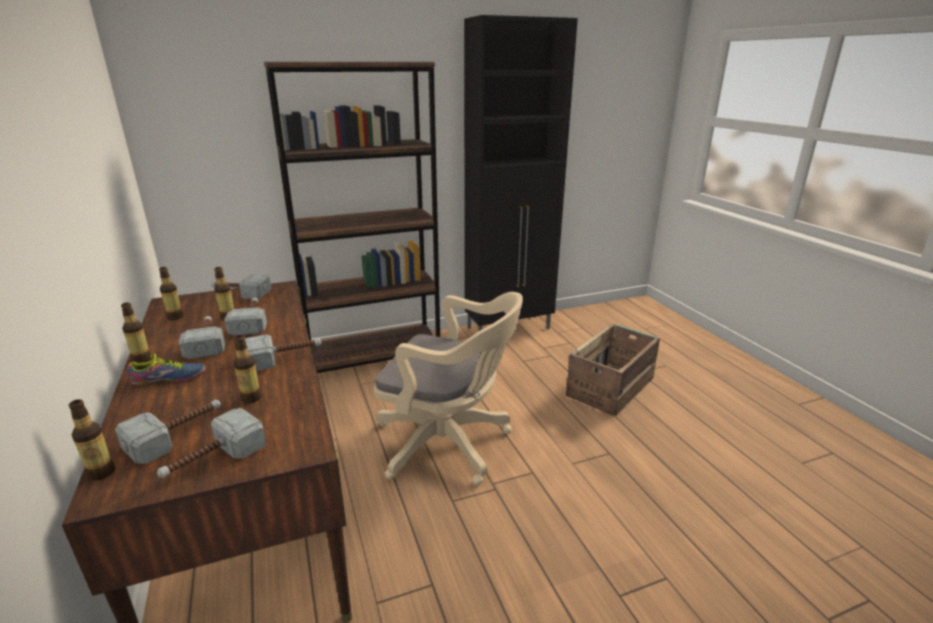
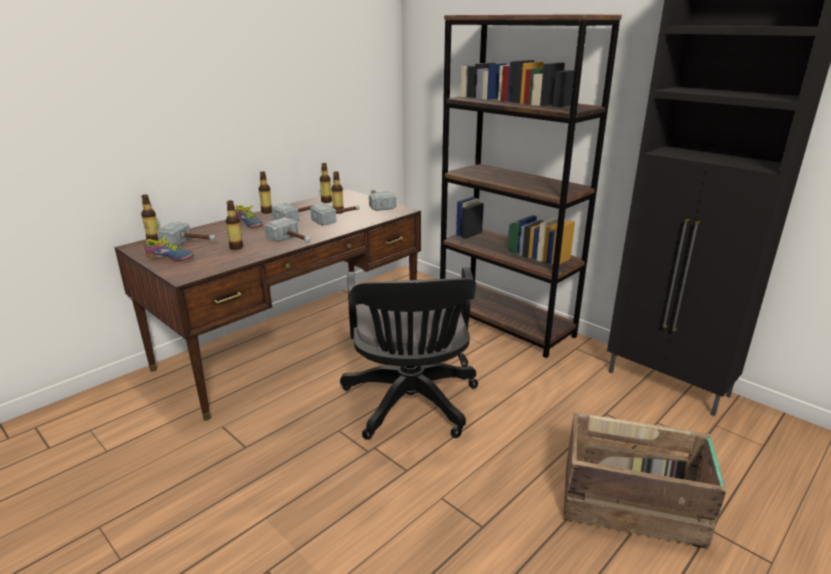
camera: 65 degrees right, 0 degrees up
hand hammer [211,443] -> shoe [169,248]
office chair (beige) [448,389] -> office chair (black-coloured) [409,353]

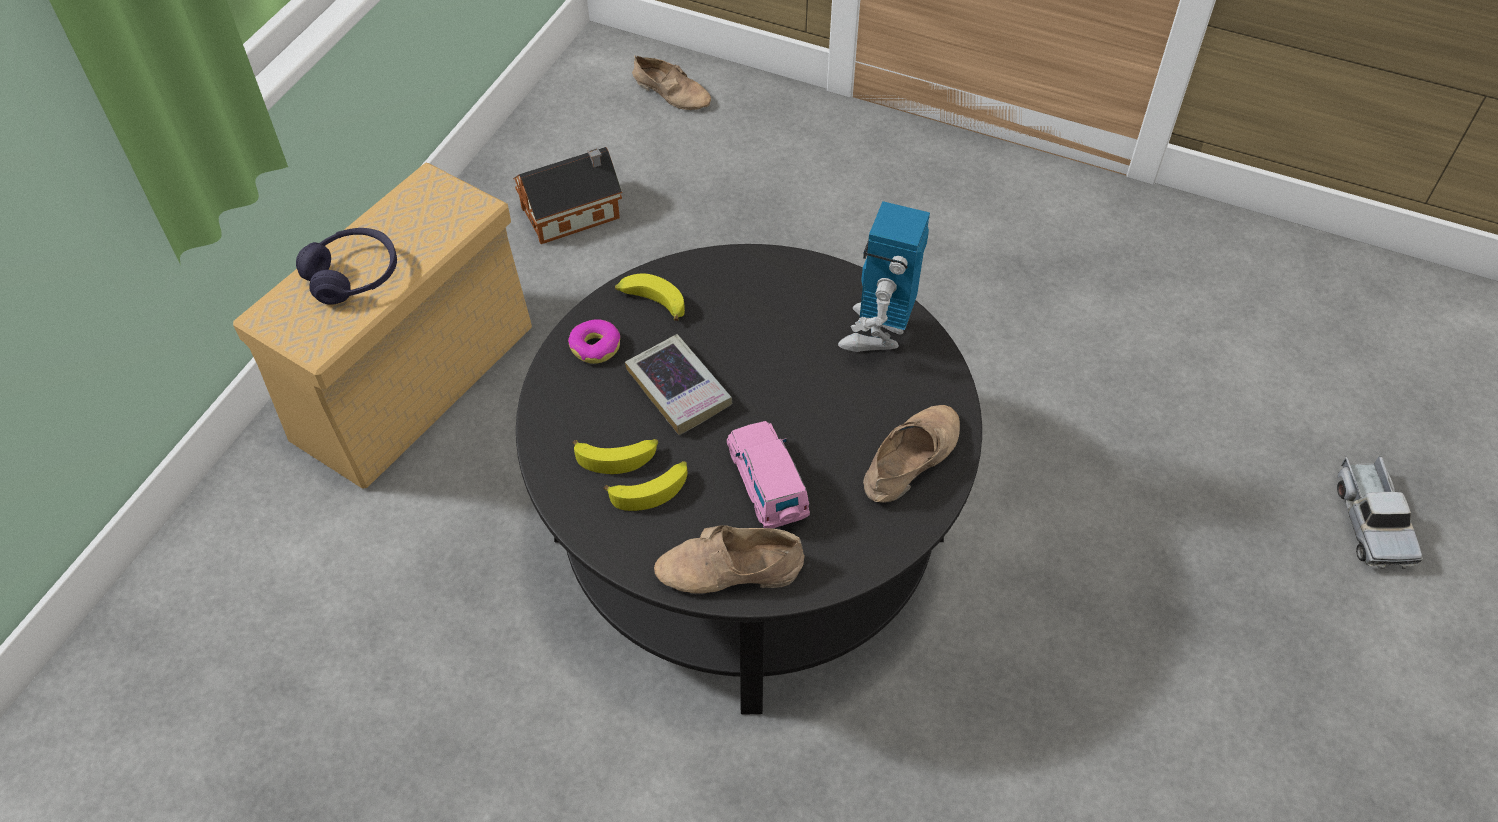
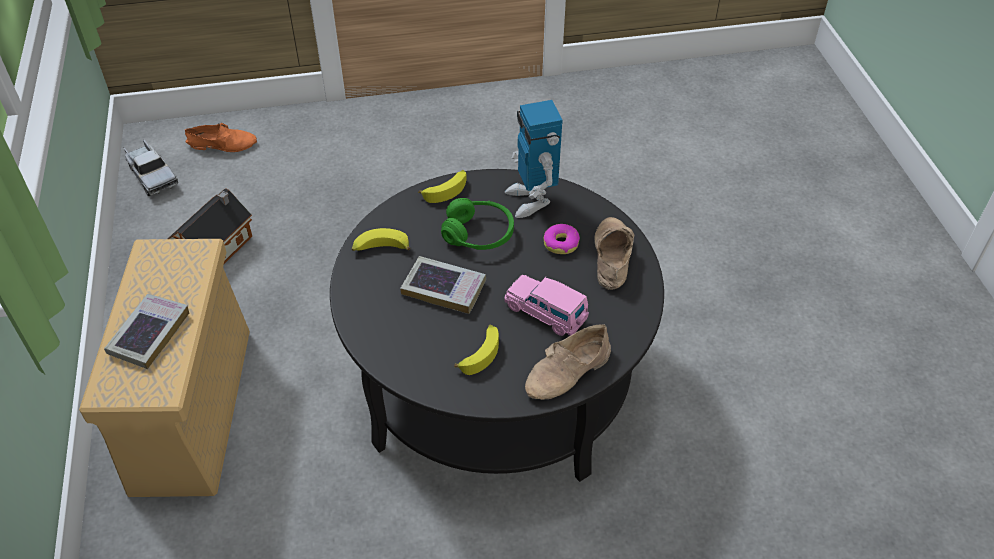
camera: 35 degrees left, 5 degrees down
pair of headphones (purple) [346,266] -> book [146,331]
doughnut [594,342] -> doughnut [562,239], move
whole banana [615,456] -> whole banana [442,186], move
shoe (beige) [671,83] -> shoe (orangey) [221,137]
model truck [1380,512] -> model truck [150,167], move
none -> pair of headphones (green) [477,224]

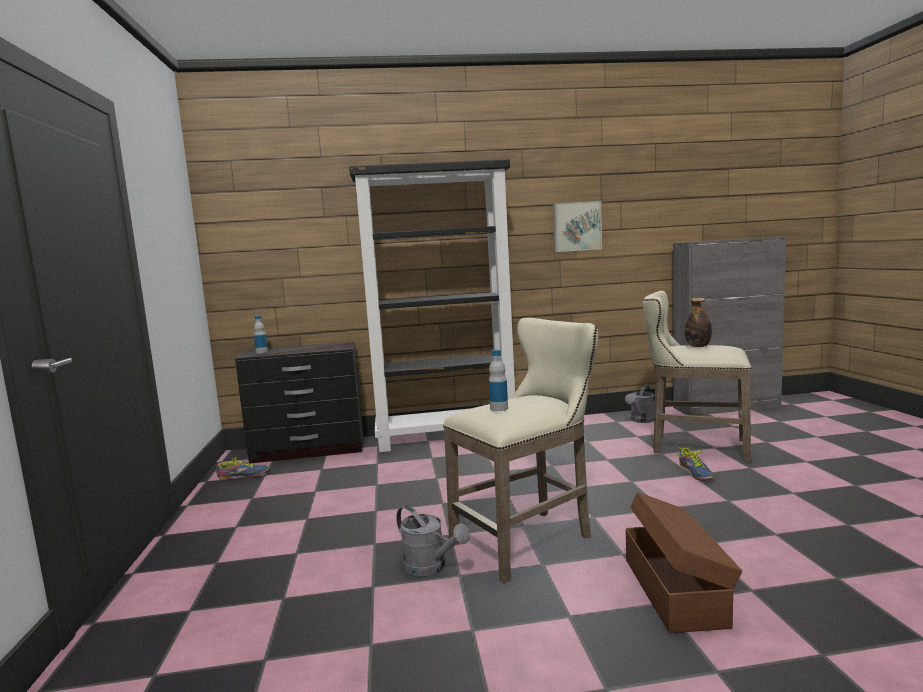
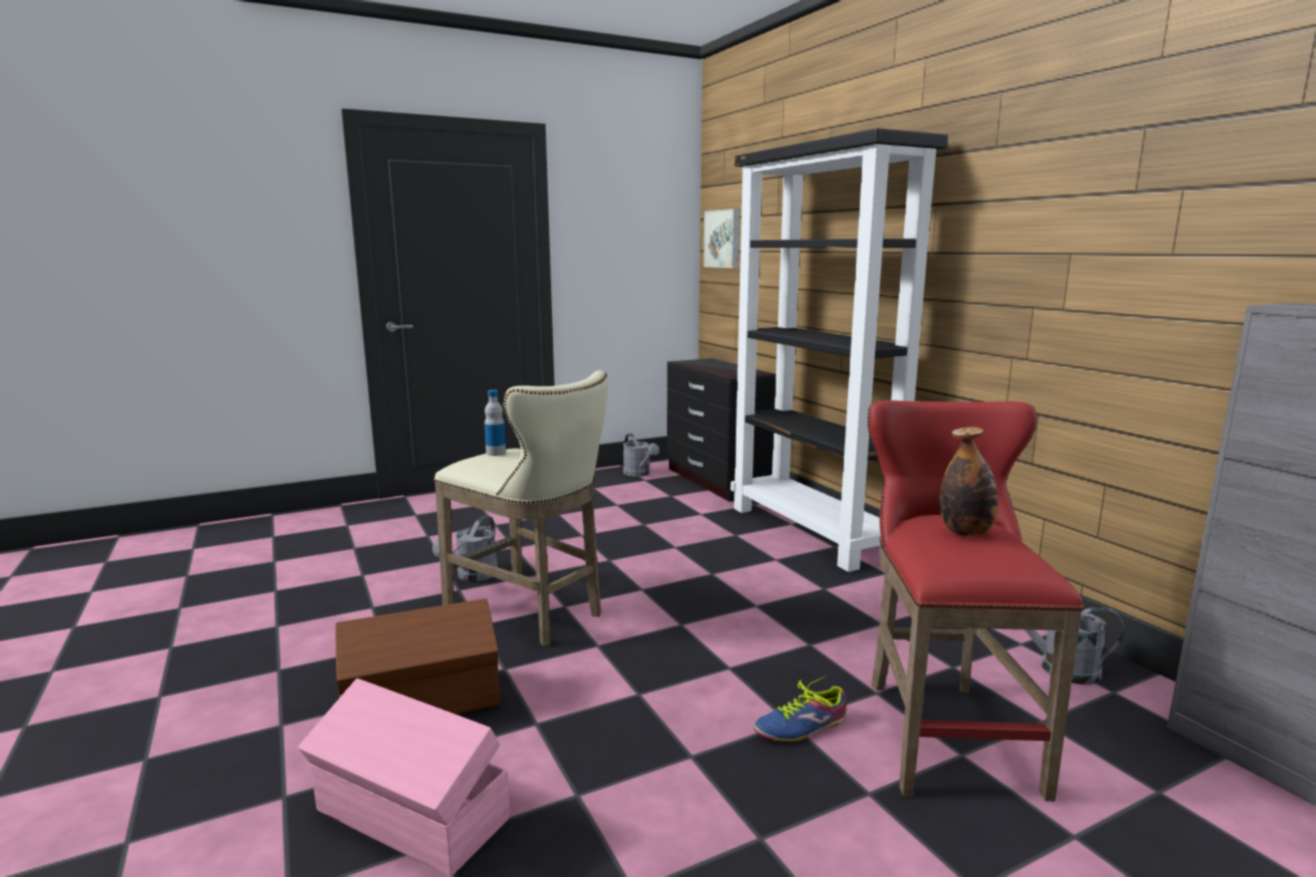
camera: 70 degrees right, 5 degrees up
shoe [242,468] -> sprinkling can (gray) [641,455]
beverage bottle [261,334] -> none
wall art [577,226] -> wall art [721,238], move
sitting stool (beige) [697,376] -> sitting stool (red-coloured) [976,600]
none -> storage bin (pinkish) [403,777]

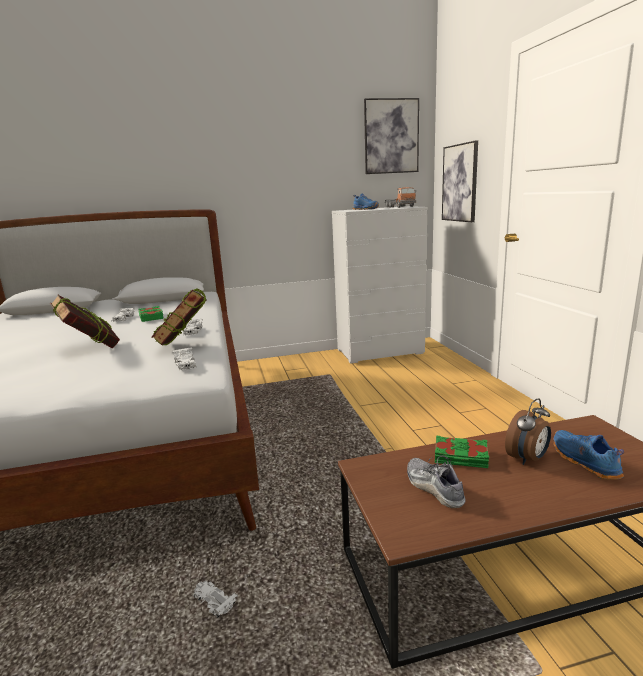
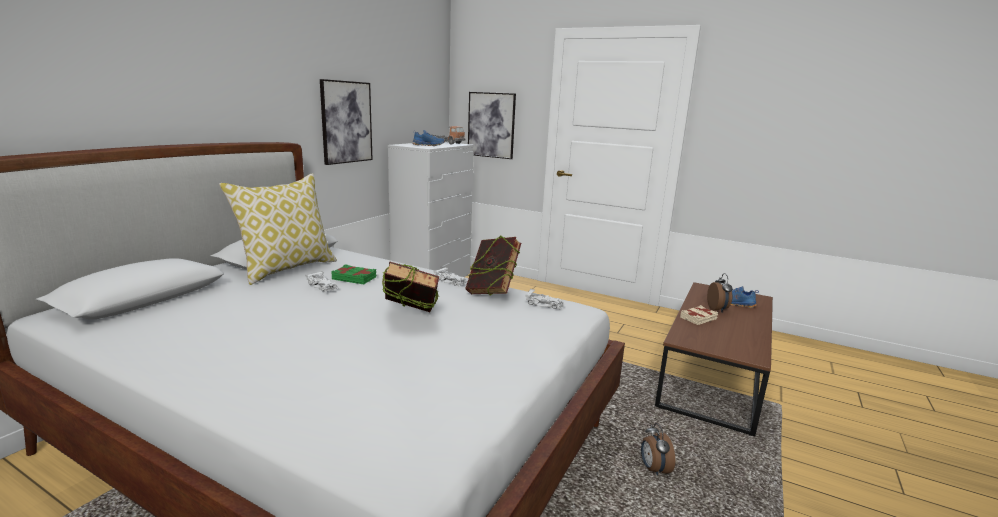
camera: 50 degrees left, 0 degrees up
toy car (white-coloured) [214,599] -> alarm clock [658,449]
wall art [391,136] -> wall art [346,122], move
shoe [436,481] -> none
book (green) [462,452] -> book (beige) [699,315]
none -> pillow [278,229]

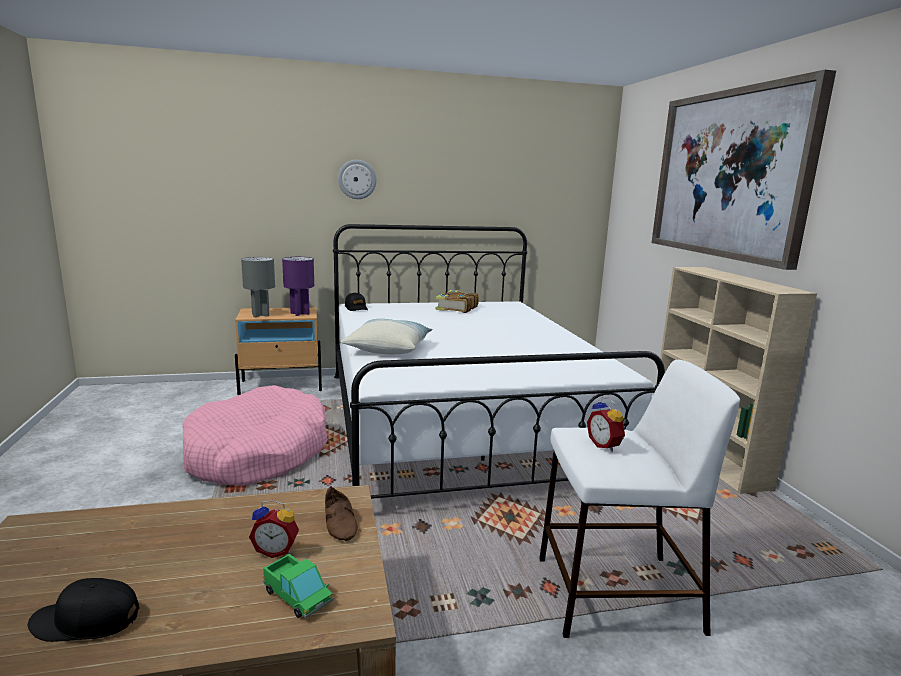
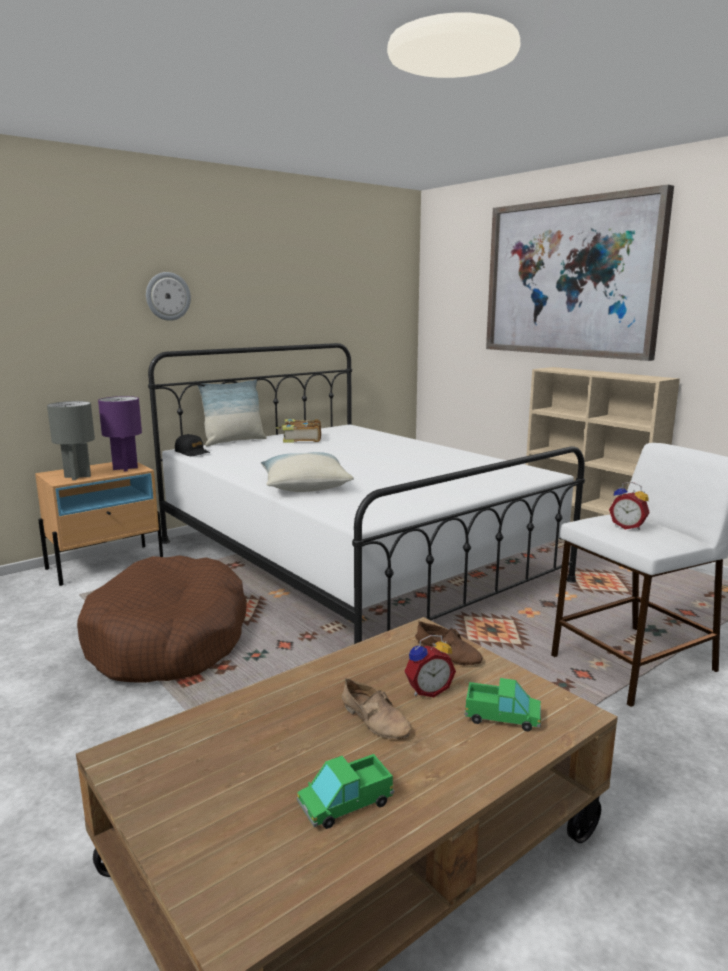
camera: 25 degrees left, 0 degrees up
cap (black-coloured) [84,610] -> model truck [345,791]
pet bed (pinkish) [255,435] -> pet bed (brown-coloured) [162,619]
none -> pillow [232,412]
none -> shoe (beige) [376,708]

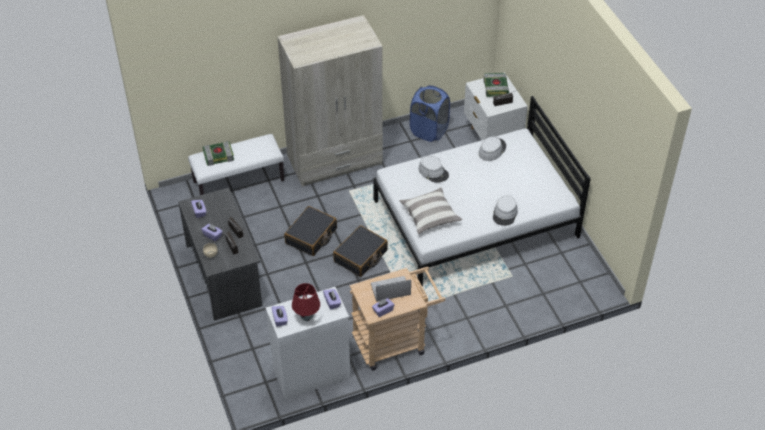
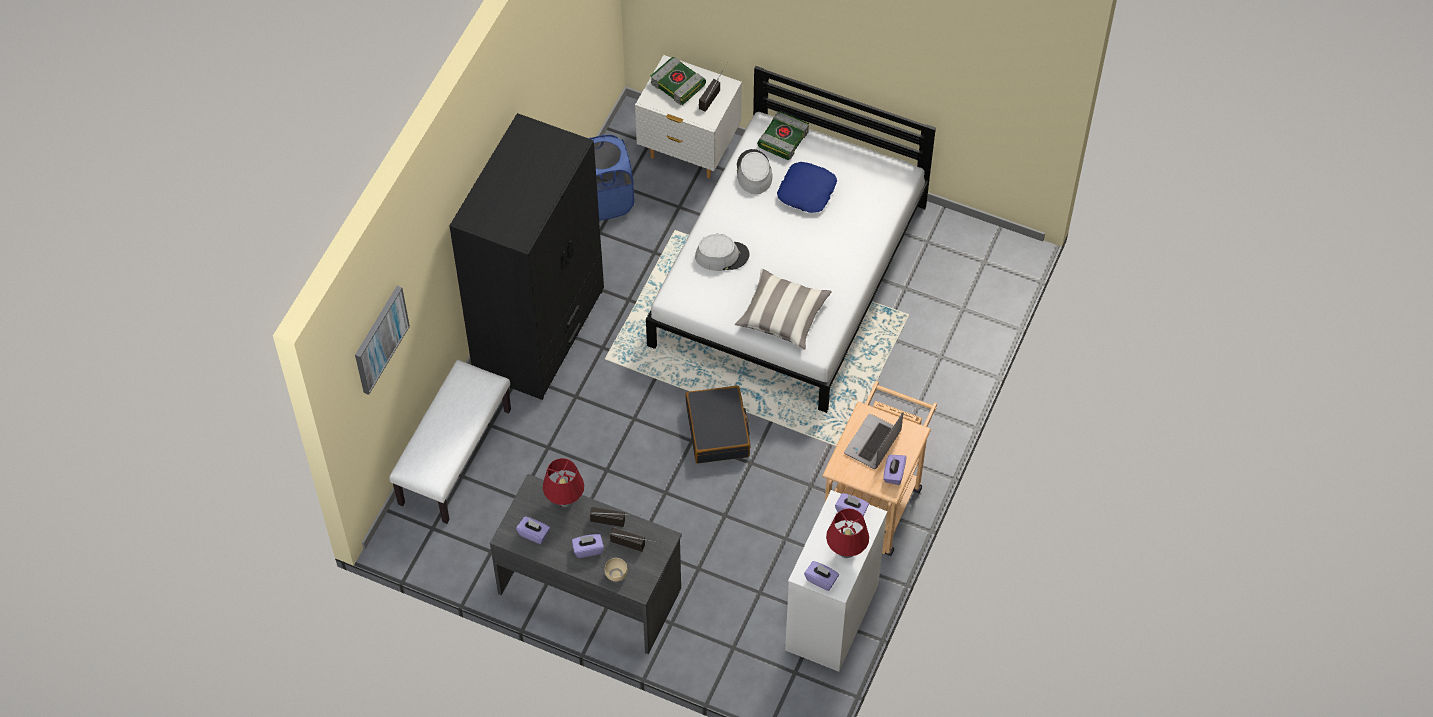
camera: 45 degrees left, 10 degrees up
book [218,153] -> book [783,136], move
armoire (beige) [330,101] -> armoire (black-coloured) [526,256]
travel case (black-coloured) [310,231] -> none
clothing hat (gray) [505,210] -> none
none -> wall art [382,340]
none -> table lamp (red-coloured) [563,482]
none -> pillow (blue) [807,187]

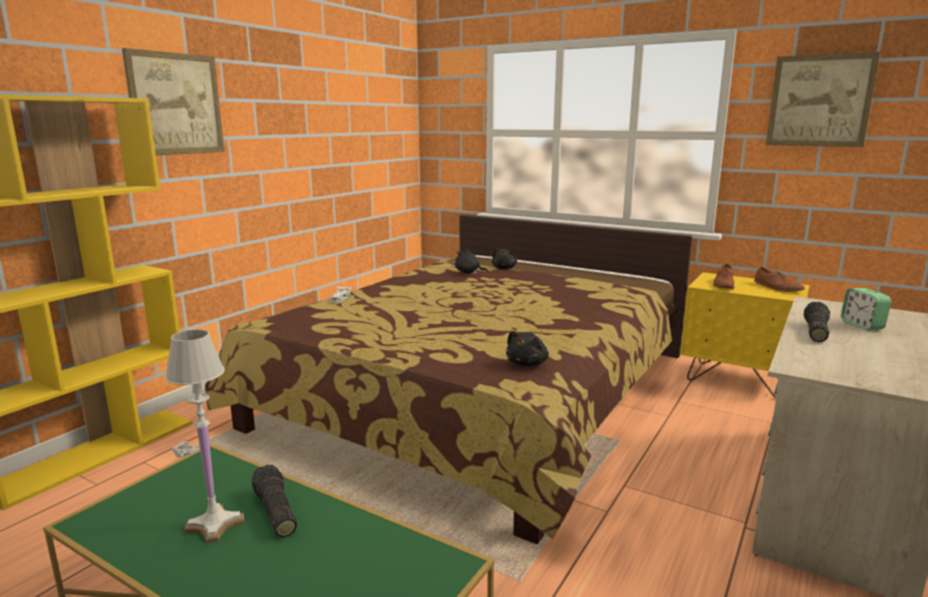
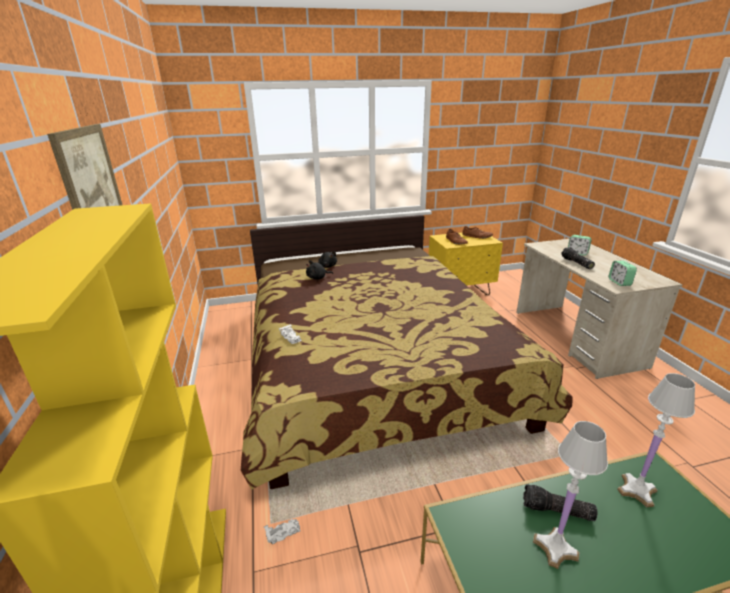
camera: 45 degrees left, 10 degrees up
plush toy (black-coloured) [527,348] -> none
wall art [823,99] -> none
none -> alarm clock [623,273]
none -> table lamp (white-coloured) [656,440]

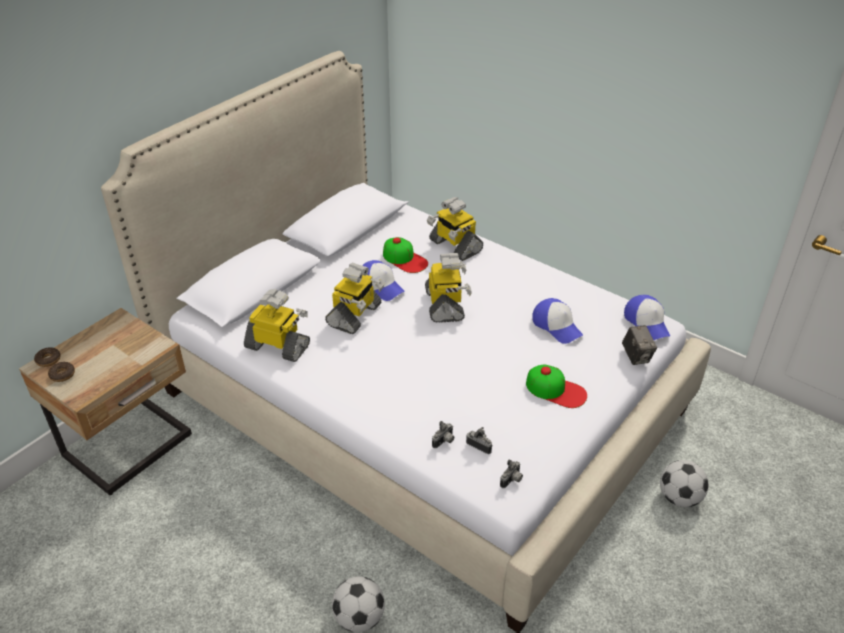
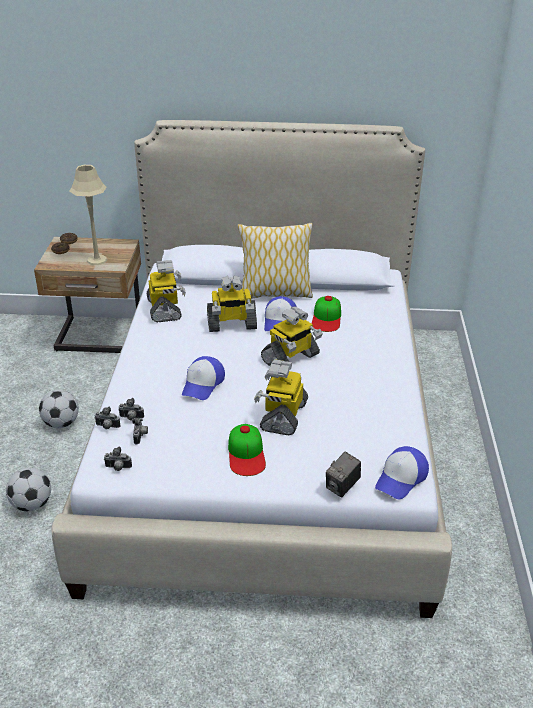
camera: 55 degrees right, 5 degrees down
model robot [455,229] -> model robot [281,397], move
cap [557,321] -> cap [203,378], move
football ball [684,483] -> football ball [59,409], move
none -> table lamp (beige) [88,215]
none -> photo camera [107,418]
none -> pillow [275,261]

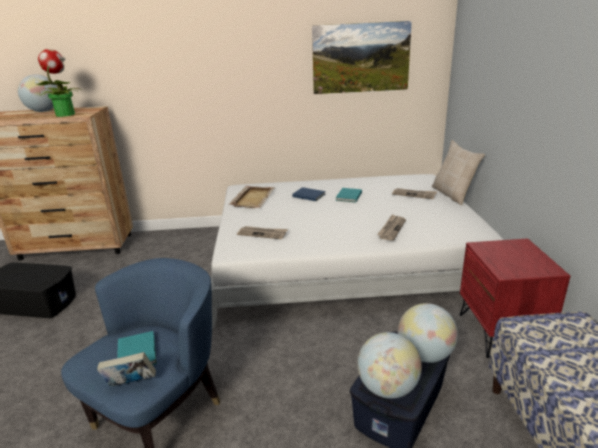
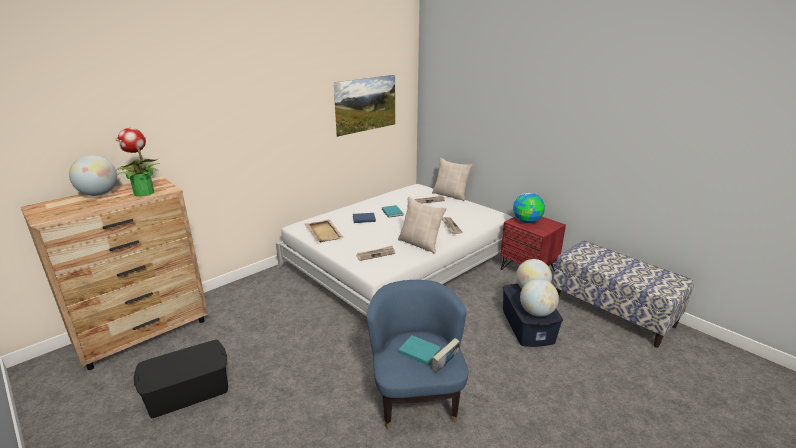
camera: 40 degrees left, 0 degrees up
none -> pillow (beige) [422,225]
none -> globe [529,208]

